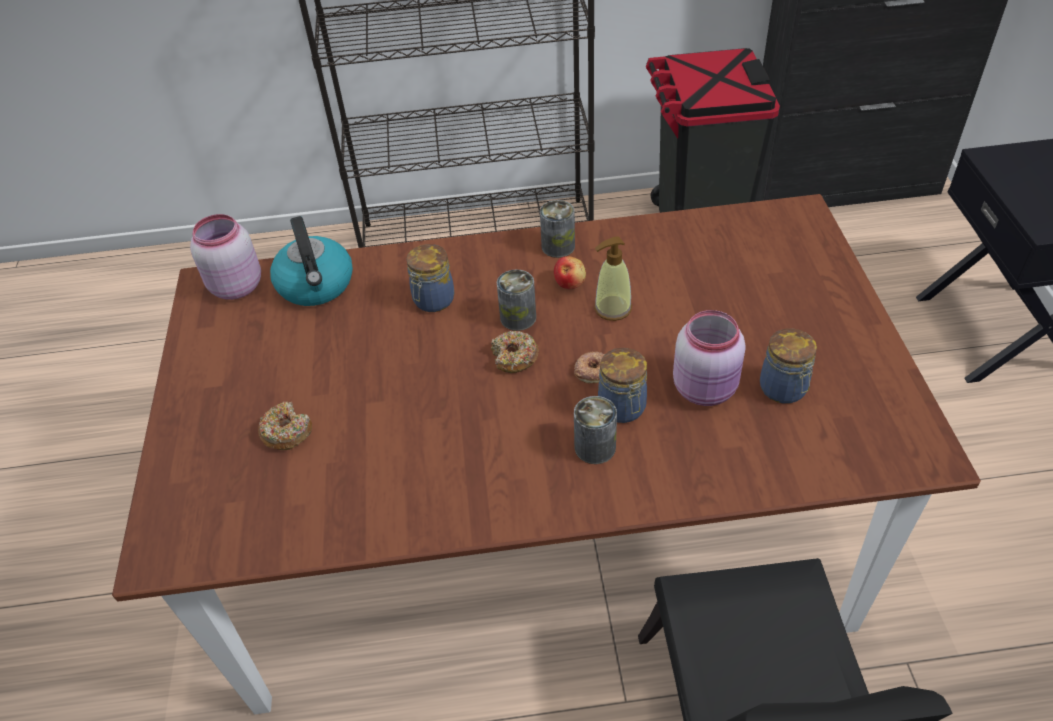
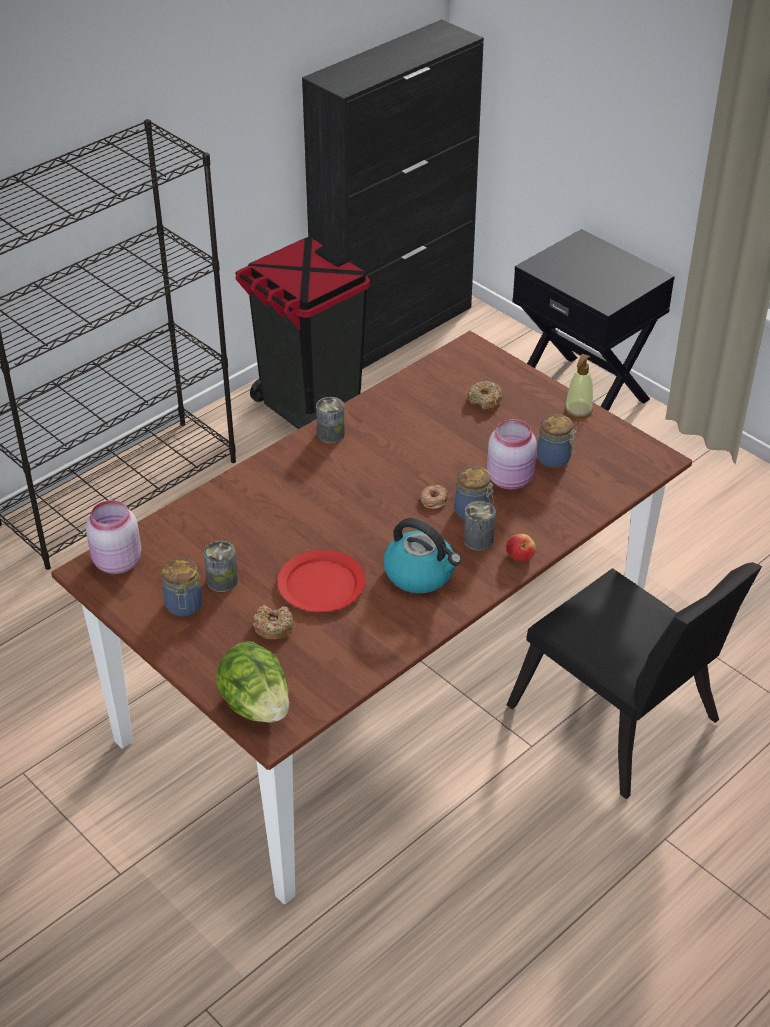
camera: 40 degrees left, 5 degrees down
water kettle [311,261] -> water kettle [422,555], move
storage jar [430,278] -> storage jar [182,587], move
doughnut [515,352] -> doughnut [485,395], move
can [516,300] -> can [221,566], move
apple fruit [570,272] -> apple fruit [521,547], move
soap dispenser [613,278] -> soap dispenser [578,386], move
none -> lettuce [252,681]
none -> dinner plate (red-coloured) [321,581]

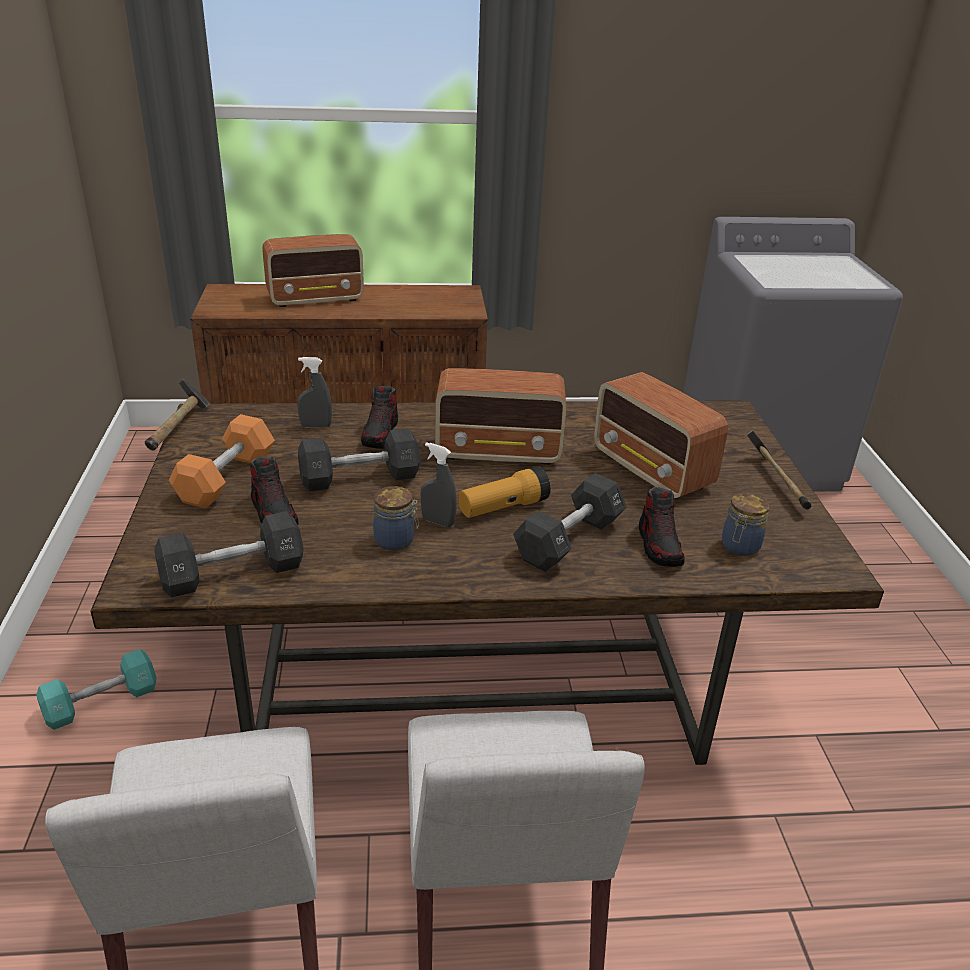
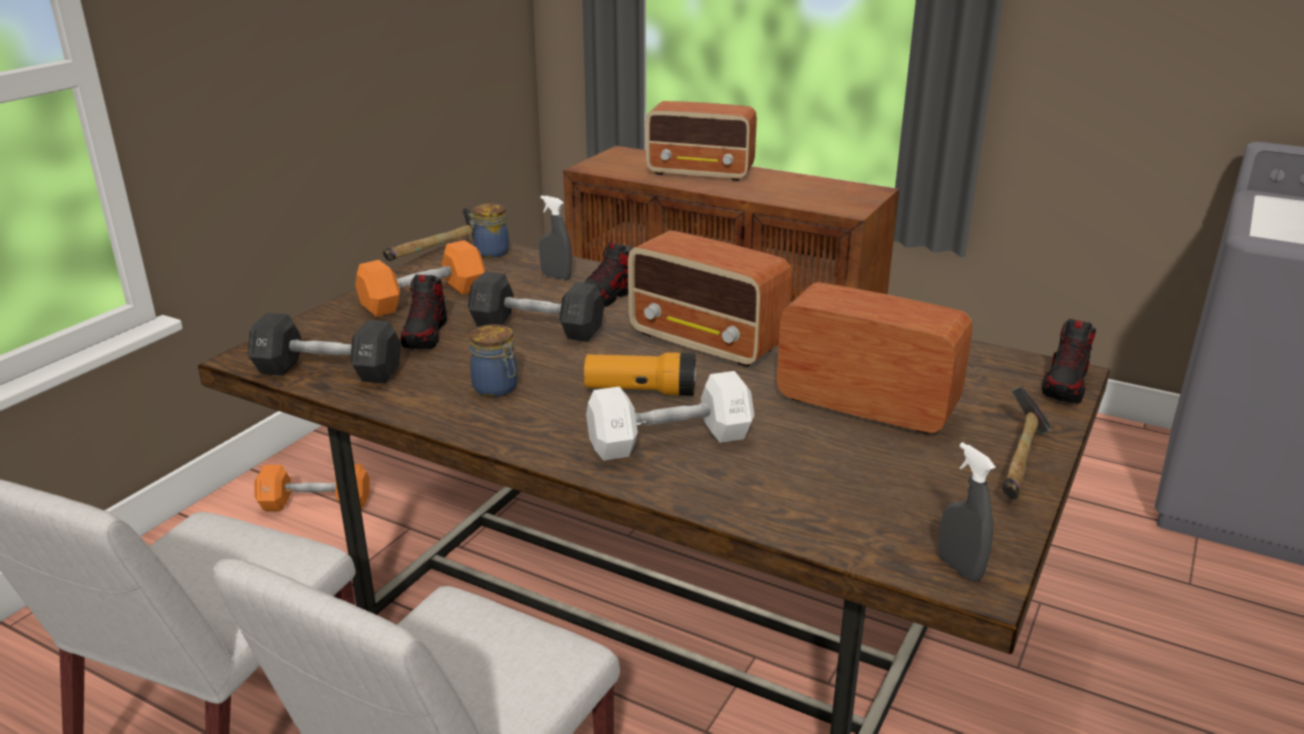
camera: 35 degrees right, 5 degrees down
hand weight (blue-green) [96,689] -> hand weight (orangey) [311,487]
hand sprayer (gray) [439,484] -> hand sprayer (gray) [967,512], move
hand weight (black-coloured) [570,522] -> hand weight (white-coloured) [670,416]
radio [661,436] -> radio [874,358], 120 degrees clockwise
shoe [662,527] -> shoe [1069,361], move
storage jar [746,524] -> storage jar [489,230], move

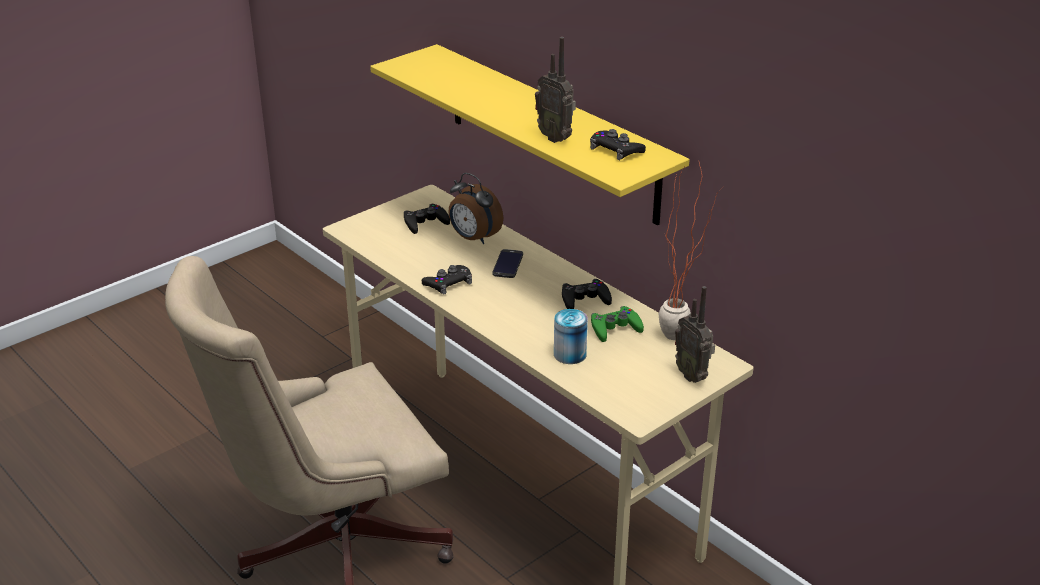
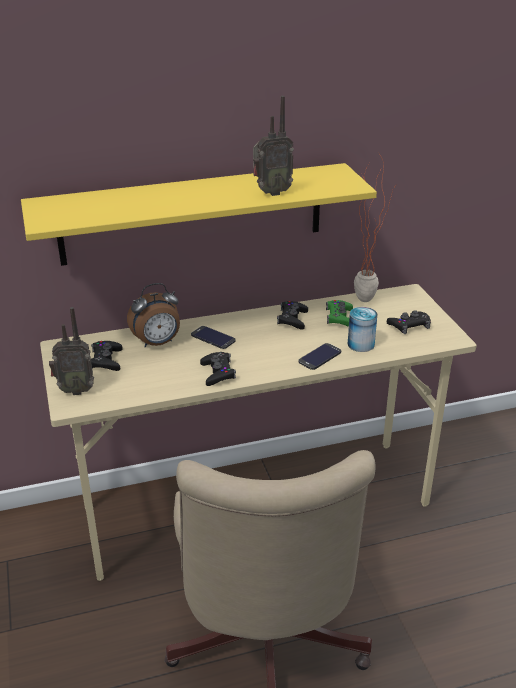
camera: 65 degrees left, 0 degrees up
gamepad (black-coloured) [618,144] -> gamepad (black-coloured) [409,322], move
radio [695,334] -> radio [71,351], move
none -> handset [319,356]

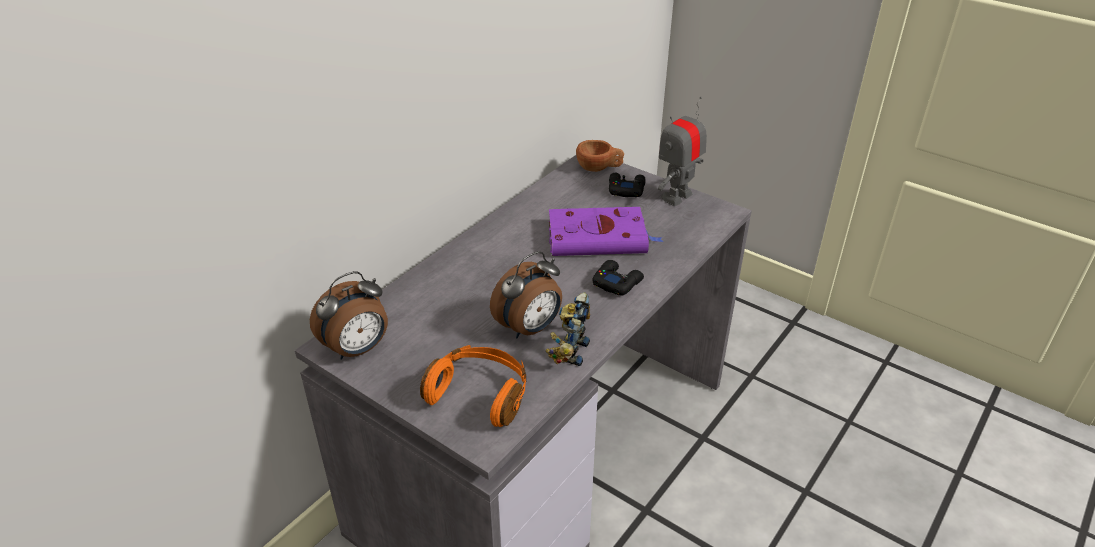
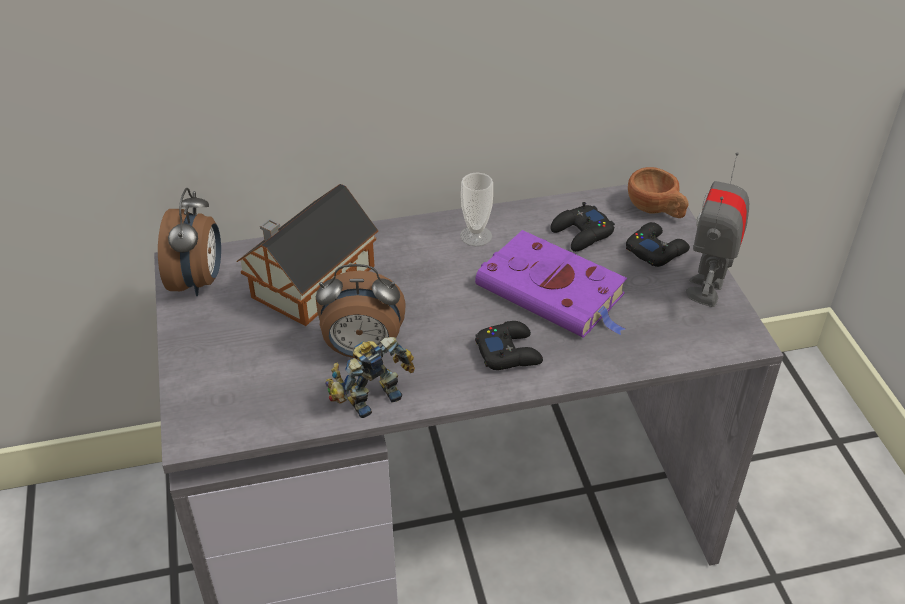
camera: 40 degrees right, 5 degrees up
alarm clock [349,315] -> alarm clock [189,242], 90 degrees counterclockwise
pair of headphones (orangey) [473,386] -> none
model robot [682,151] -> model robot [717,229], 60 degrees counterclockwise
none -> toy house [307,255]
none -> small cup [476,209]
none -> gamepad (black-coloured) [583,227]

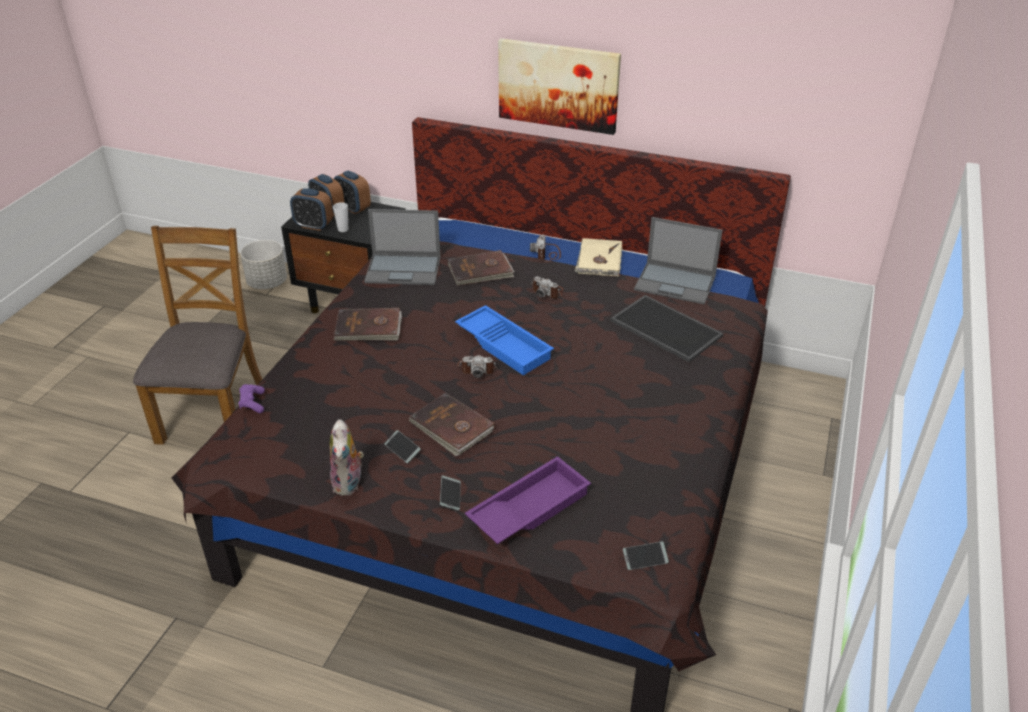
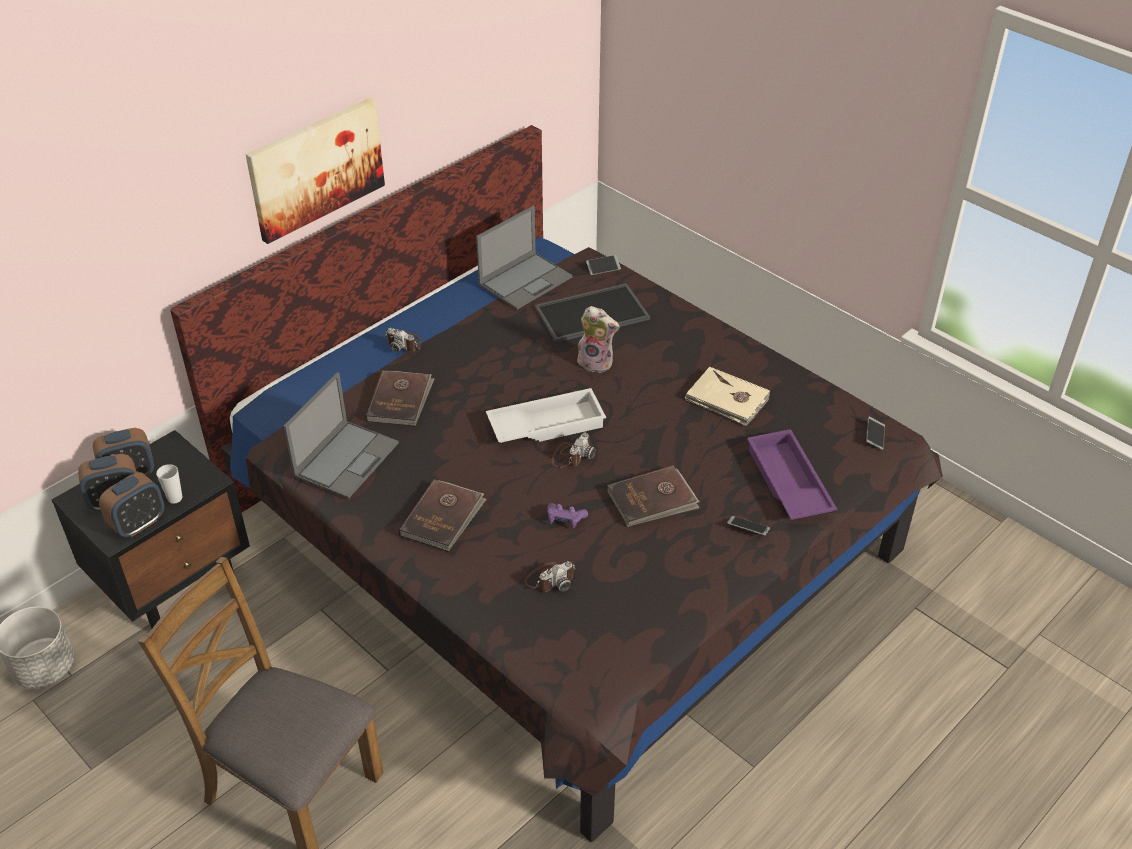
camera: 65 degrees left, 5 degrees up
gamepad (purple) [251,398] -> gamepad (purple) [567,515], move
plush toy [347,457] -> plush toy [598,339], move
handset [402,446] -> handset [603,265], move
tray (blue) [504,340] -> tray (white-coloured) [546,415]
photo camera [547,287] -> photo camera [550,576], move
book (beige) [598,257] -> book (beige) [727,396], move

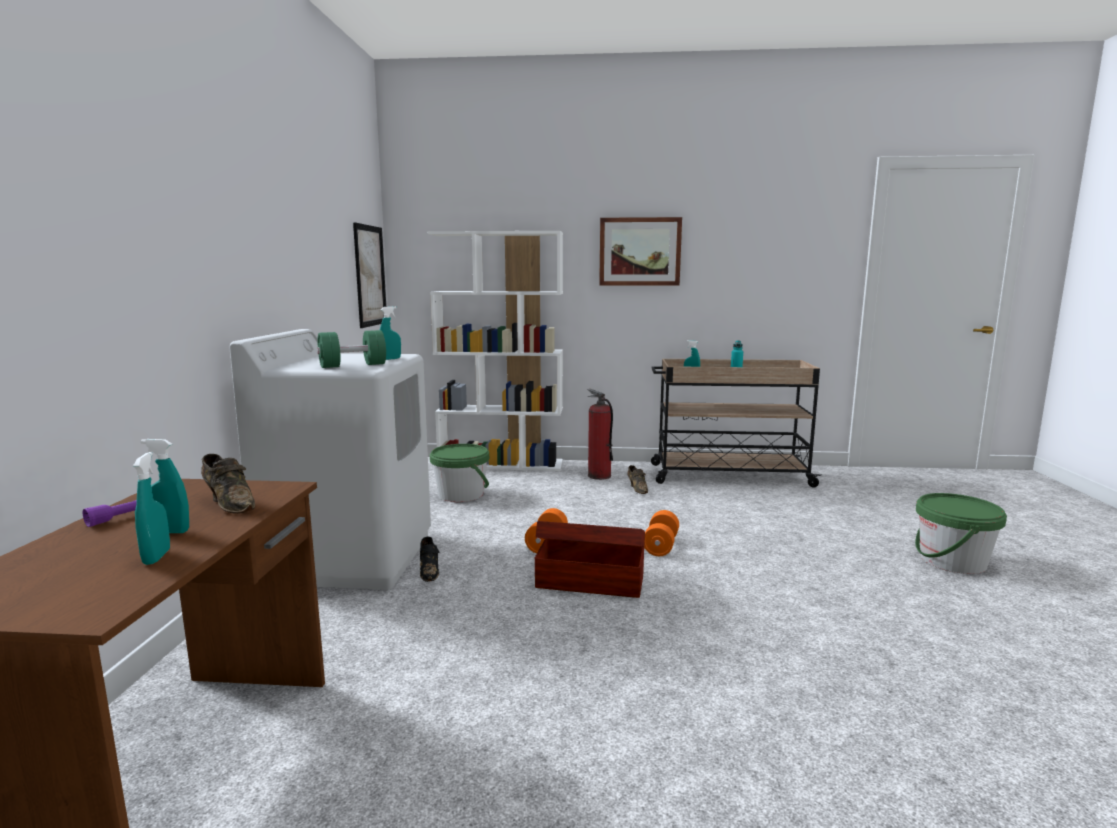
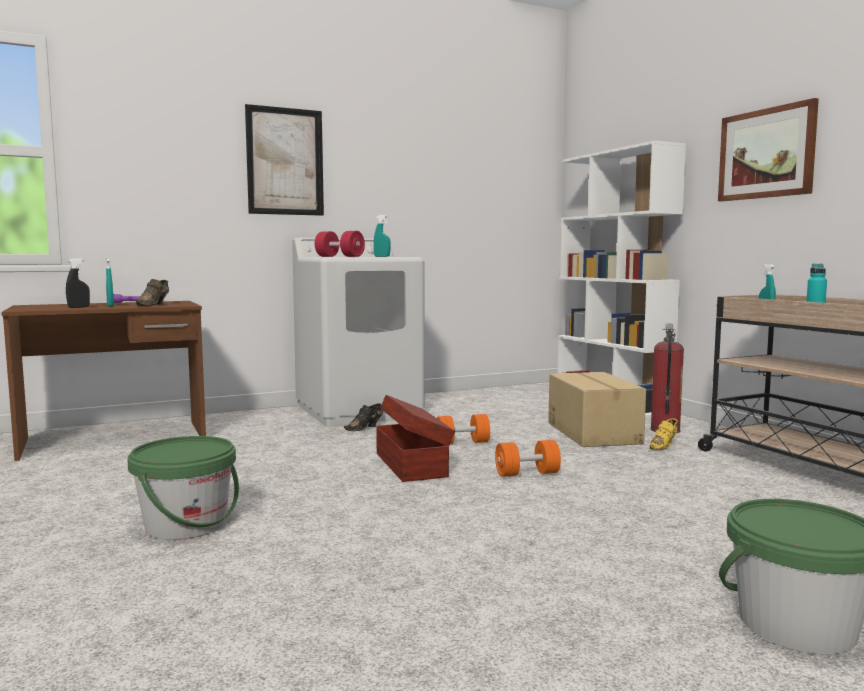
camera: 60 degrees right, 5 degrees down
hand sprayer (blue-green) [151,508] -> hand sprayer (black-coloured) [78,283]
hand weight (green) [351,349] -> hand weight (red-coloured) [340,244]
wall art [369,275] -> wall art [284,160], move
bucket (green) [459,473] -> bucket (green) [183,488], move
shoe (brown-coloured) [637,479] -> shoe (yellow) [663,434]
none -> packing box [597,409]

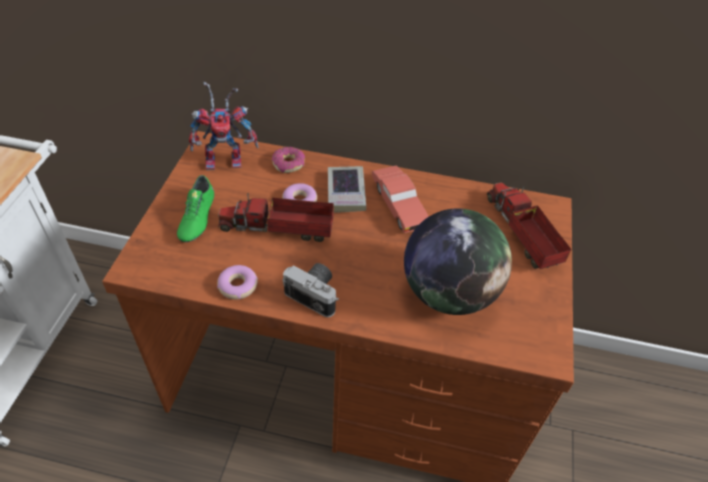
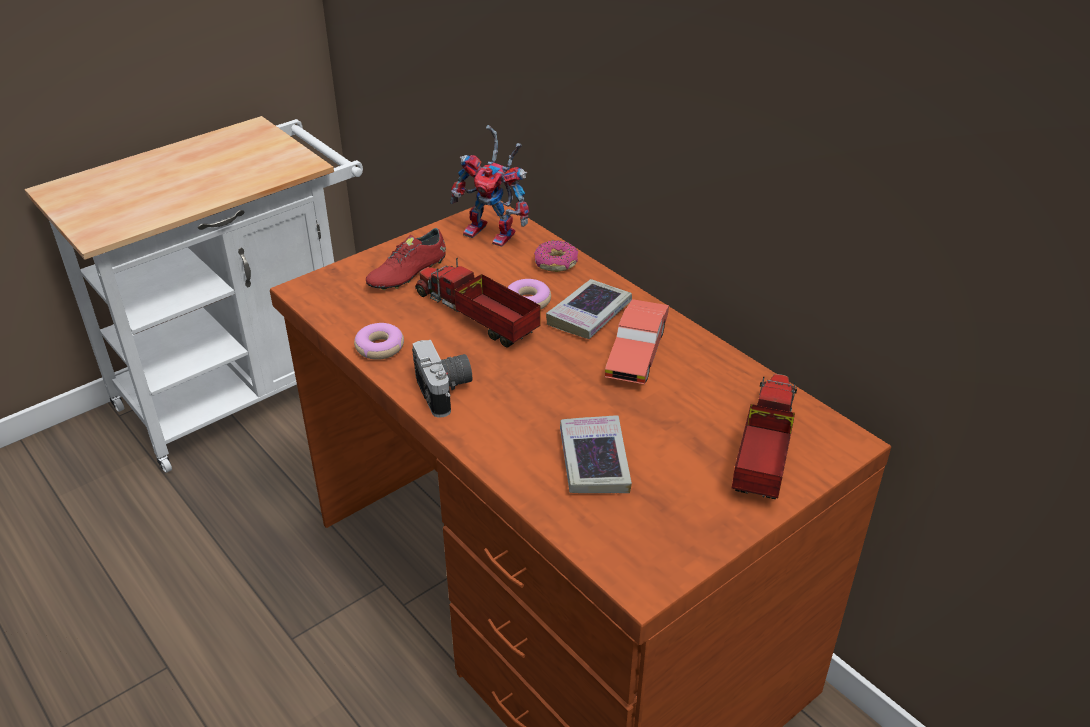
camera: 40 degrees right, 10 degrees down
shoe (green) [195,208] -> shoe (red-coloured) [406,259]
globe [458,261] -> book [596,454]

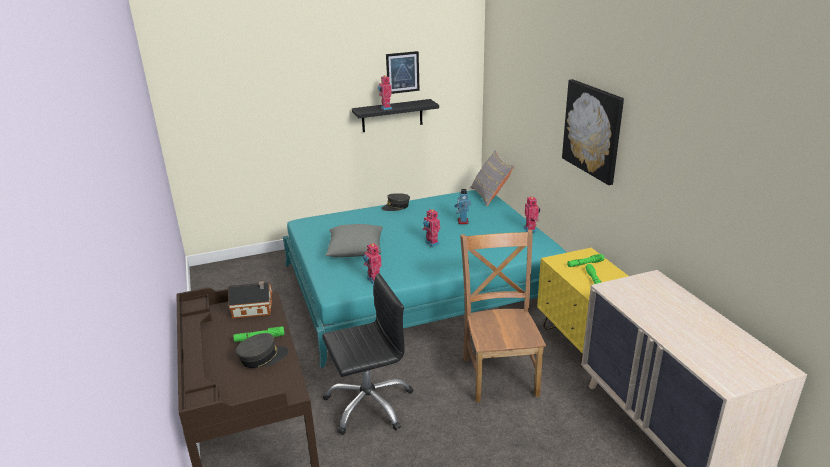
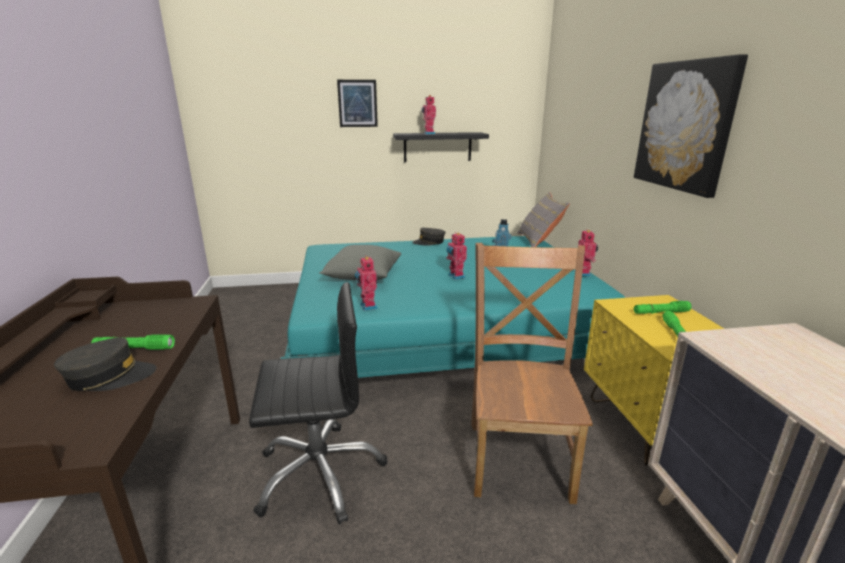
camera: 10 degrees right, 5 degrees down
toy house [250,300] -> none
wall art [403,72] -> wall art [357,103], move

